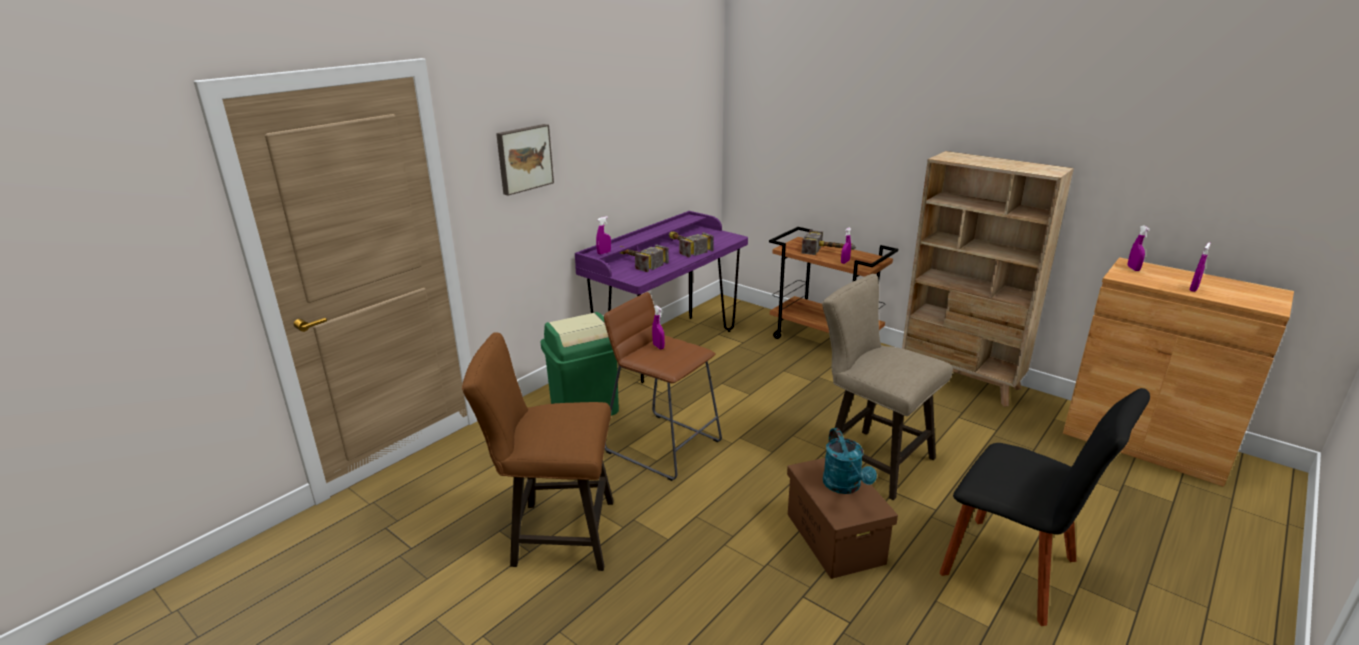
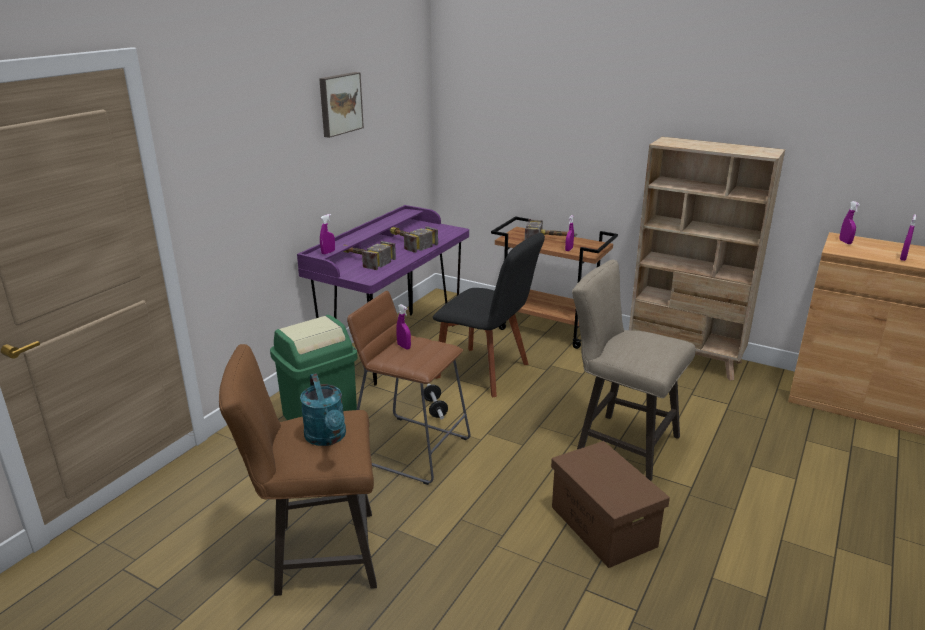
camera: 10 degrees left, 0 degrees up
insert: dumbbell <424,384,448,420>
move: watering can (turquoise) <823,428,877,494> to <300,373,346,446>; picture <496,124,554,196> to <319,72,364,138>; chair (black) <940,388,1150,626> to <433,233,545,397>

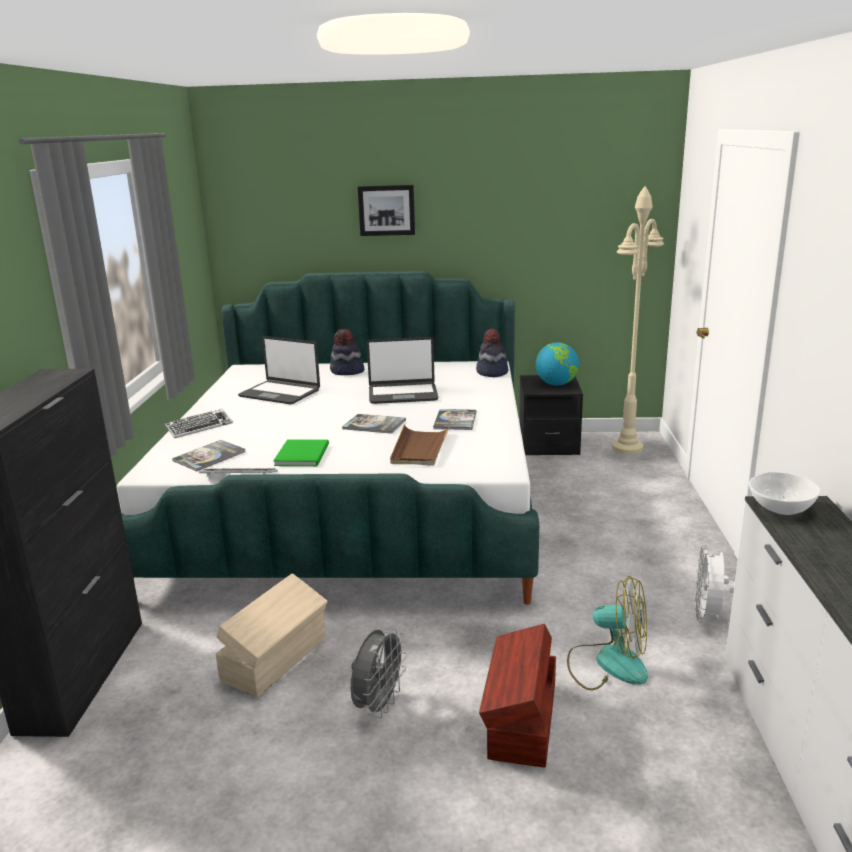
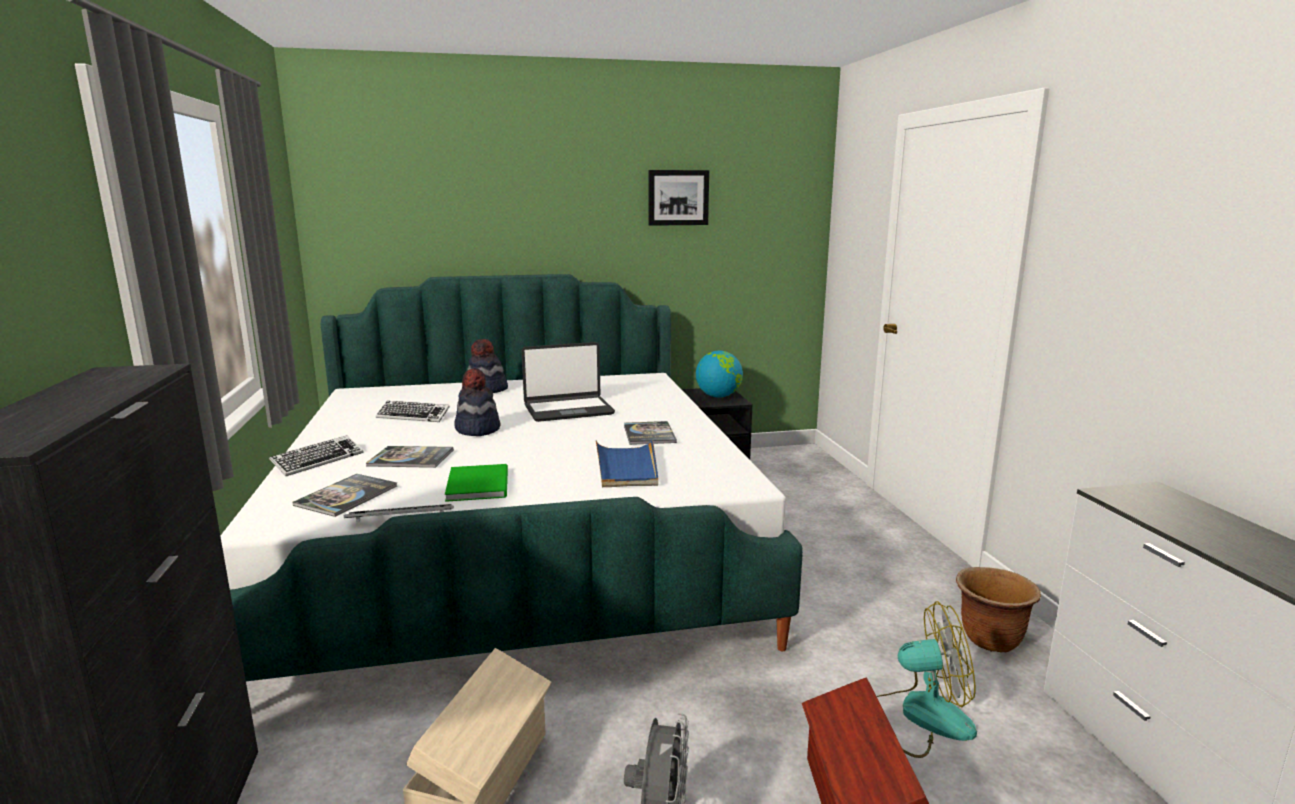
camera: 15 degrees left, 5 degrees down
delete: floor lamp (beige) <612,186,664,454>; bowl (white) <749,472,820,515>
move: book <342,414,406,434> to <366,446,454,468>; hat <476,328,509,377> to <454,368,501,436>; picture <358,185,415,236> to <648,170,709,226>
replace: laptop <238,336,320,404> to keyboard <376,401,450,422>; fan (white) <695,545,735,622> to planter (brown) <956,567,1041,652>
recolor: tray (brown) <390,424,450,466> to tray (blue) <596,439,658,487>

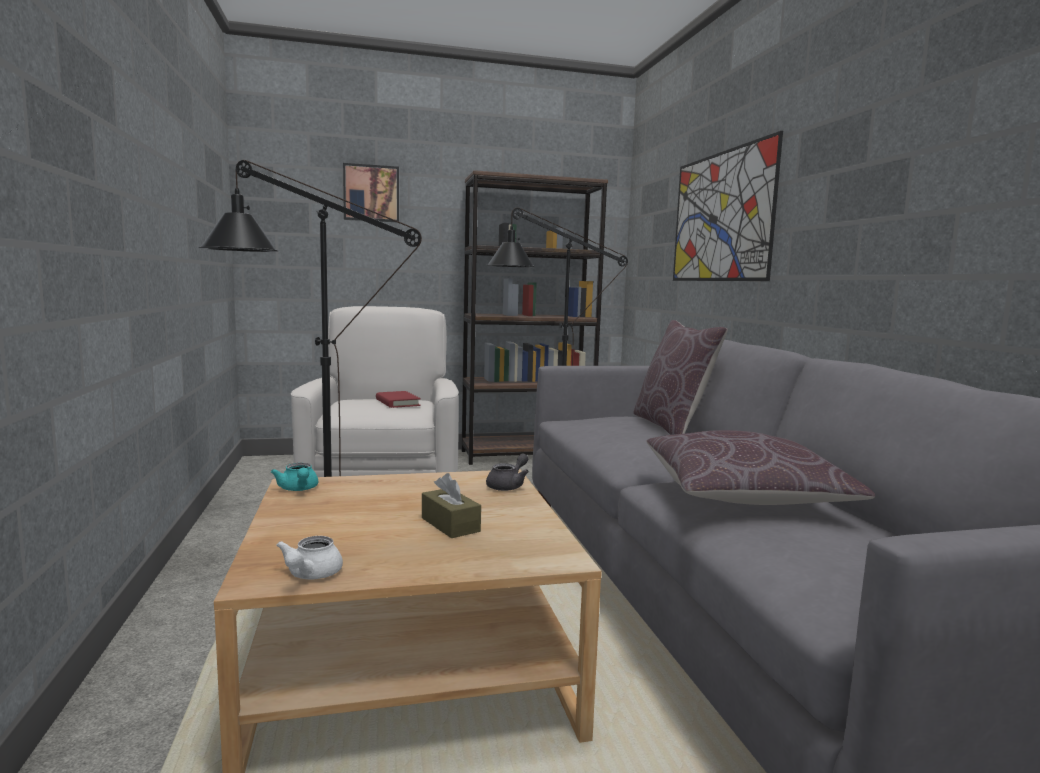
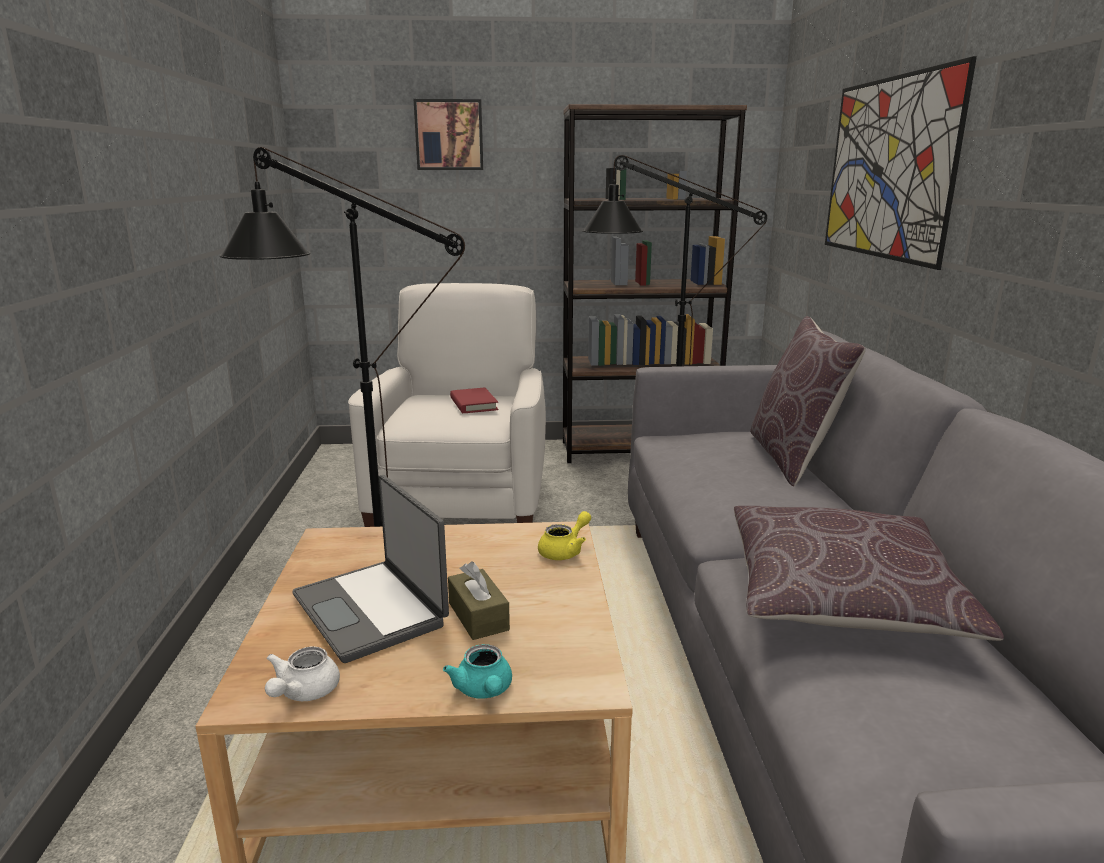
camera: 10 degrees right, 10 degrees up
insert: laptop <293,475,449,663>
move: teapot (turquoise) <271,463,318,491> to <443,644,512,698>
recolor: teapot (grey) <486,453,529,491> to teapot (yellow) <538,511,591,560>

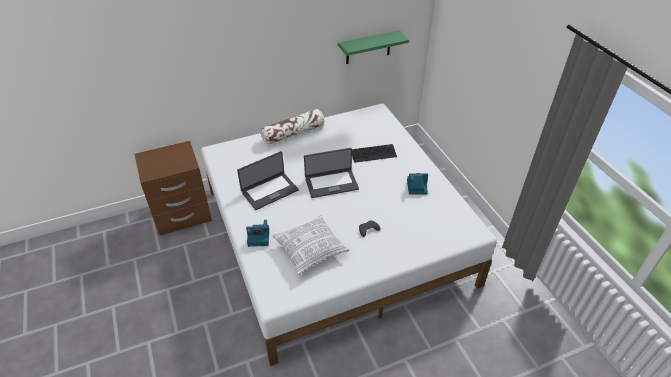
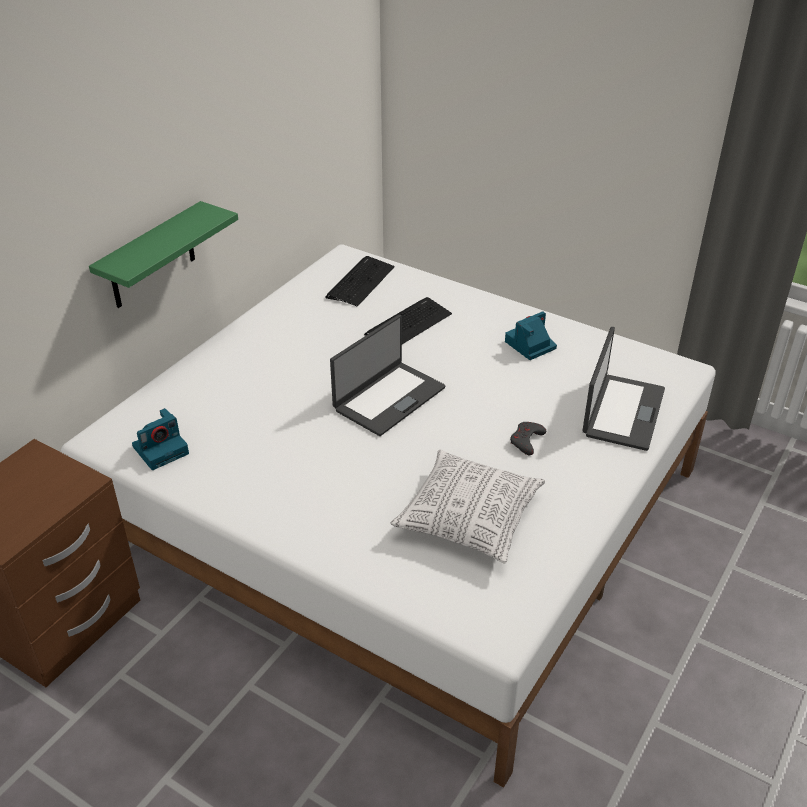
camera: 35 degrees left, 5 degrees down
delete: pillow <261,109,324,145>
insert: keyboard <325,256,395,307>
move: shelf (green) <338,30,409,64> to <89,201,238,308>; photo camera <246,220,269,247> to <132,408,189,470>; laptop <237,151,299,210> to <582,327,665,451>

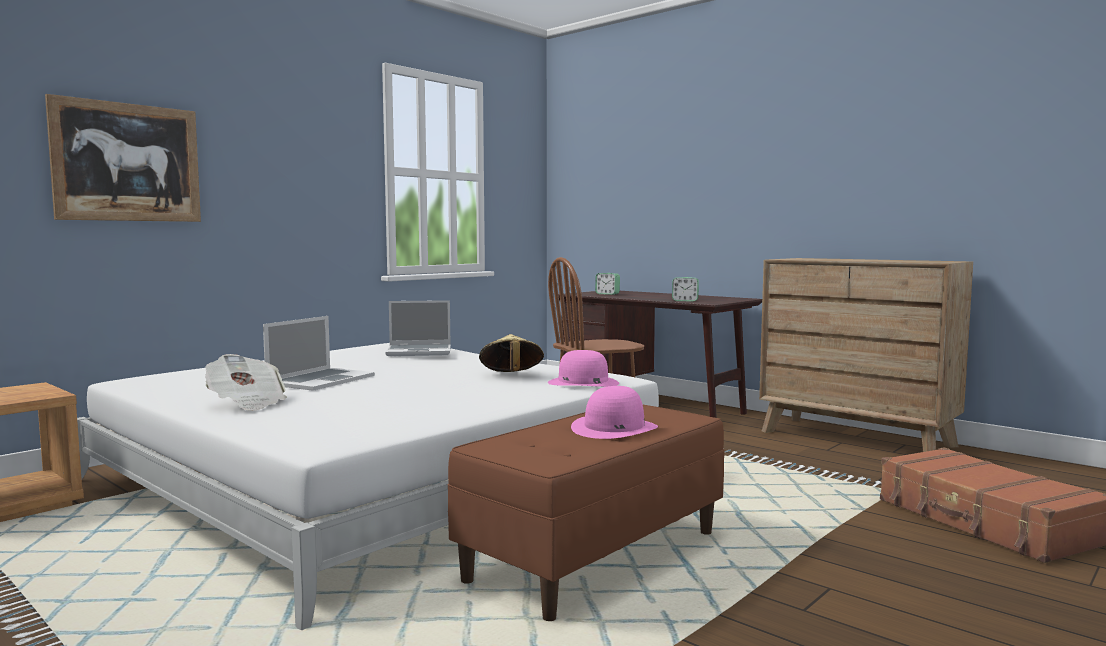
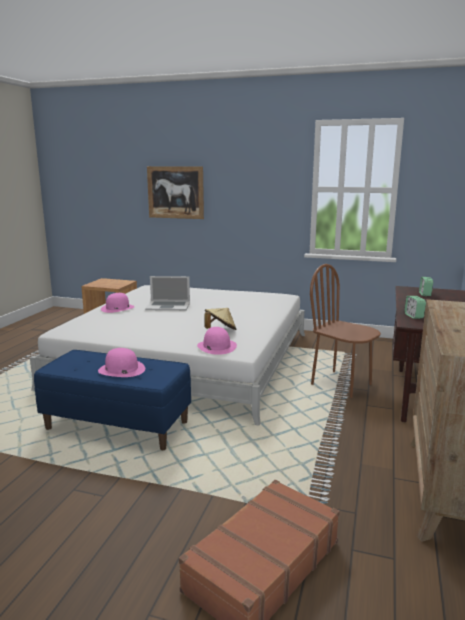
camera: 65 degrees right, 10 degrees up
delete: laptop <385,300,451,356>
replace: newspaper <205,354,287,411> to hat (pink) <101,293,134,313>
recolor: bench (brown) <447,405,725,621> to bench (blue) <34,350,191,450>

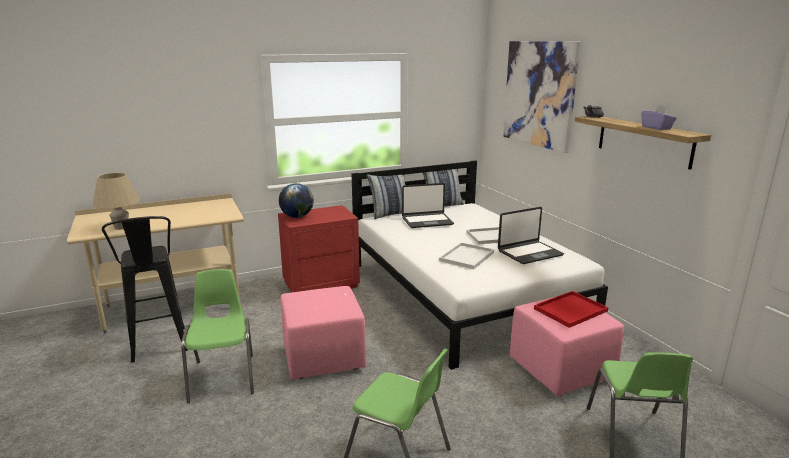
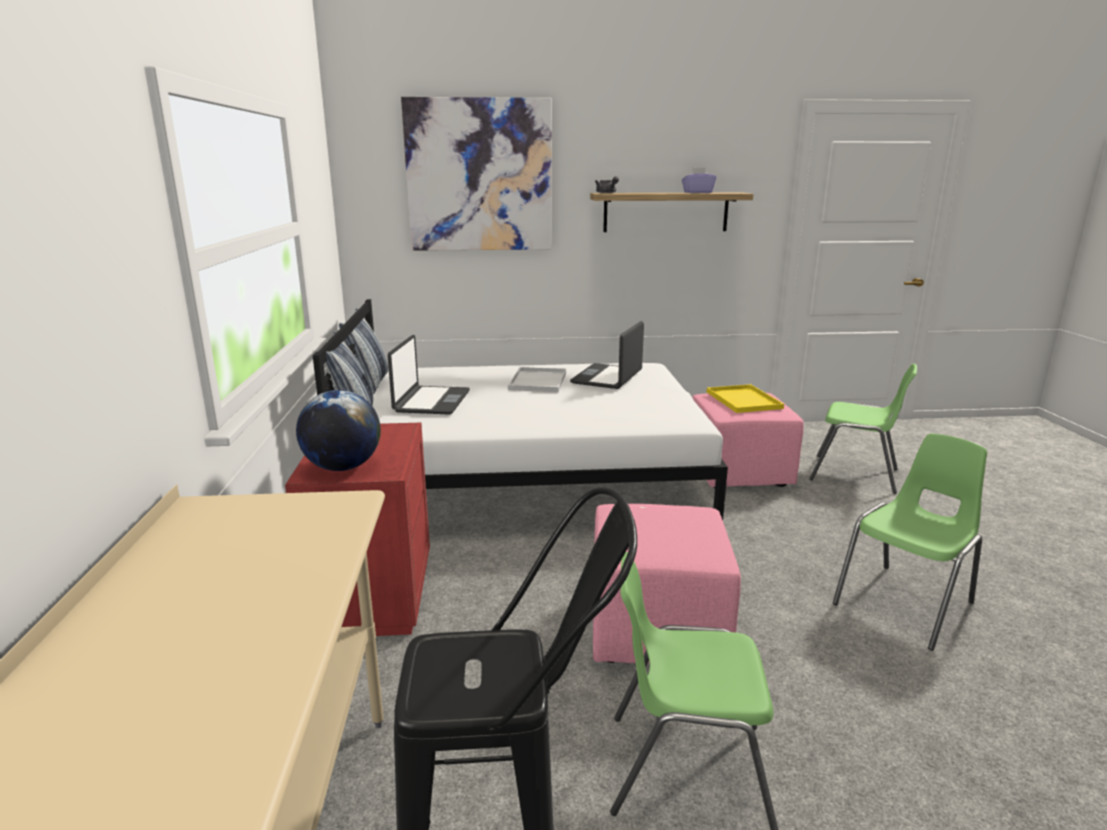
camera: 70 degrees left, 0 degrees up
delete: table lamp (beige) <93,173,140,230>; tray (white) <439,242,494,269>
recolor: tray (red) <534,291,609,328> to tray (yellow) <707,384,784,413>
rotate: laptop <498,207,564,264> = <570,321,644,389> 150 degrees counterclockwise

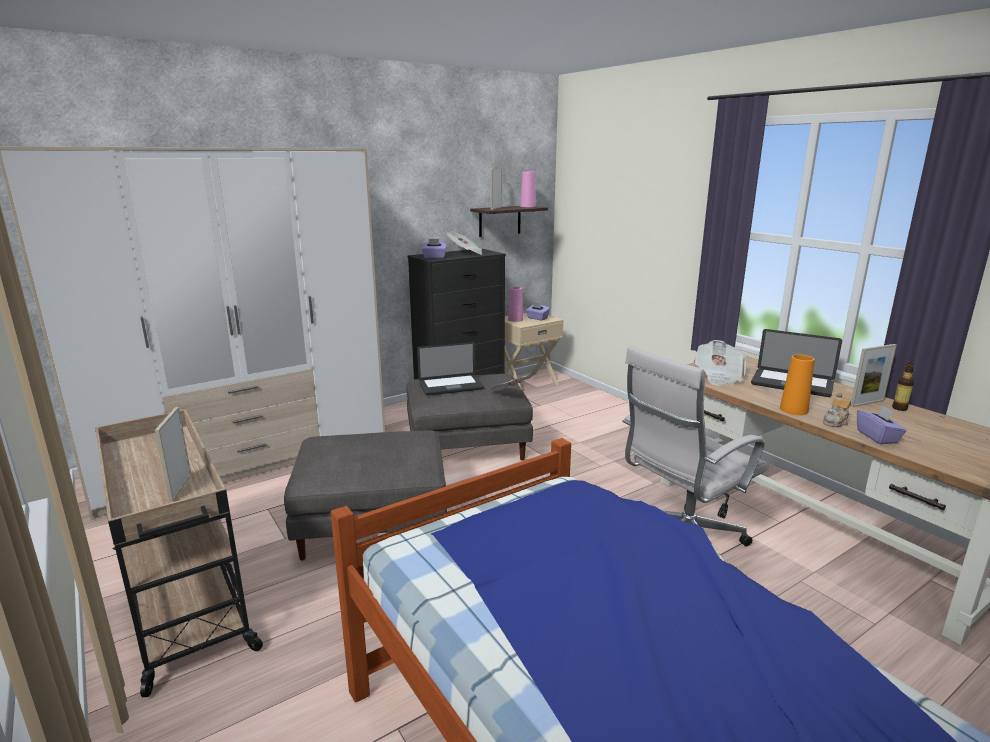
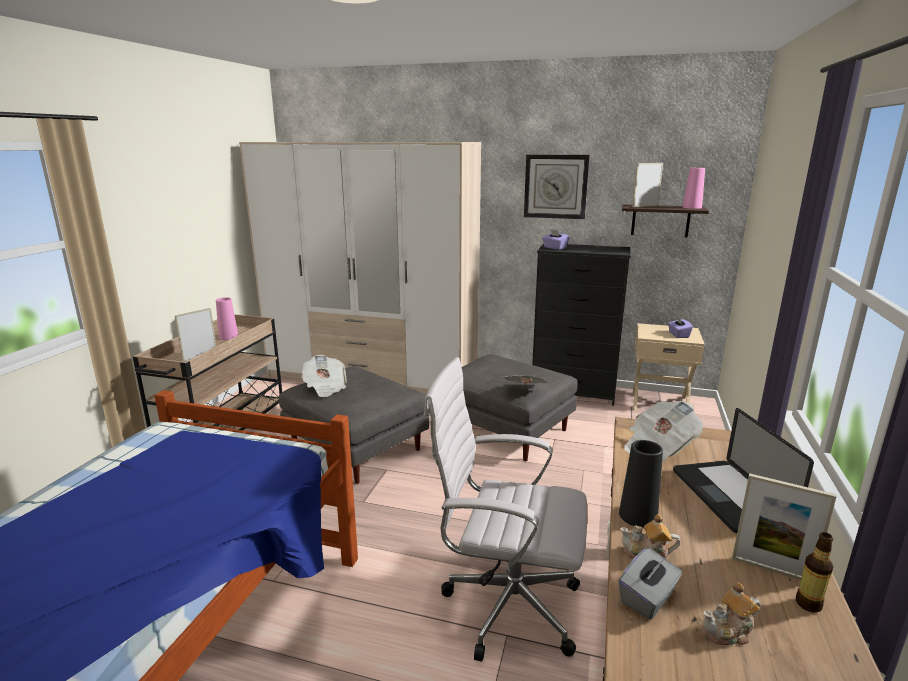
camera: 50 degrees right, 0 degrees up
delete: laptop <417,342,484,395>
insert: wall clock <524,154,590,219>; teapot <702,582,761,645>
move: vase (pink) <508,287,523,322> to <216,297,238,340>; newspaper <446,230,482,255> to <301,355,347,397>
recolor: vase (orange) <780,355,815,415> to vase (black) <619,440,663,528>; tissue box (purple) <857,405,906,444> to tissue box (grey) <619,547,682,619>

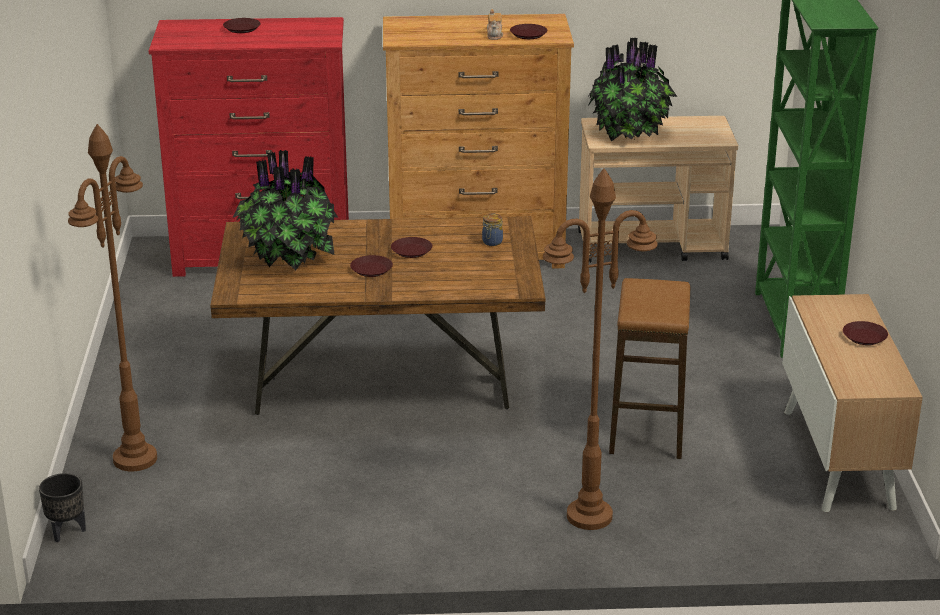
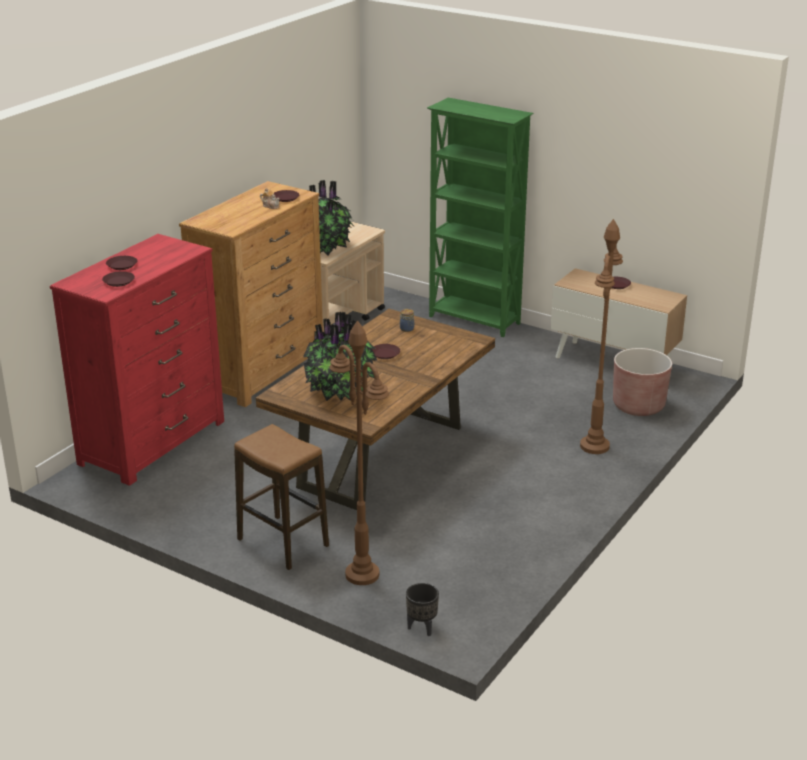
camera: 55 degrees left, 0 degrees up
insert: planter (brown) <613,348,672,416>
move: plate (brown) <350,255,393,277> to <102,271,135,287>; stool <609,278,690,459> to <234,424,329,570>

